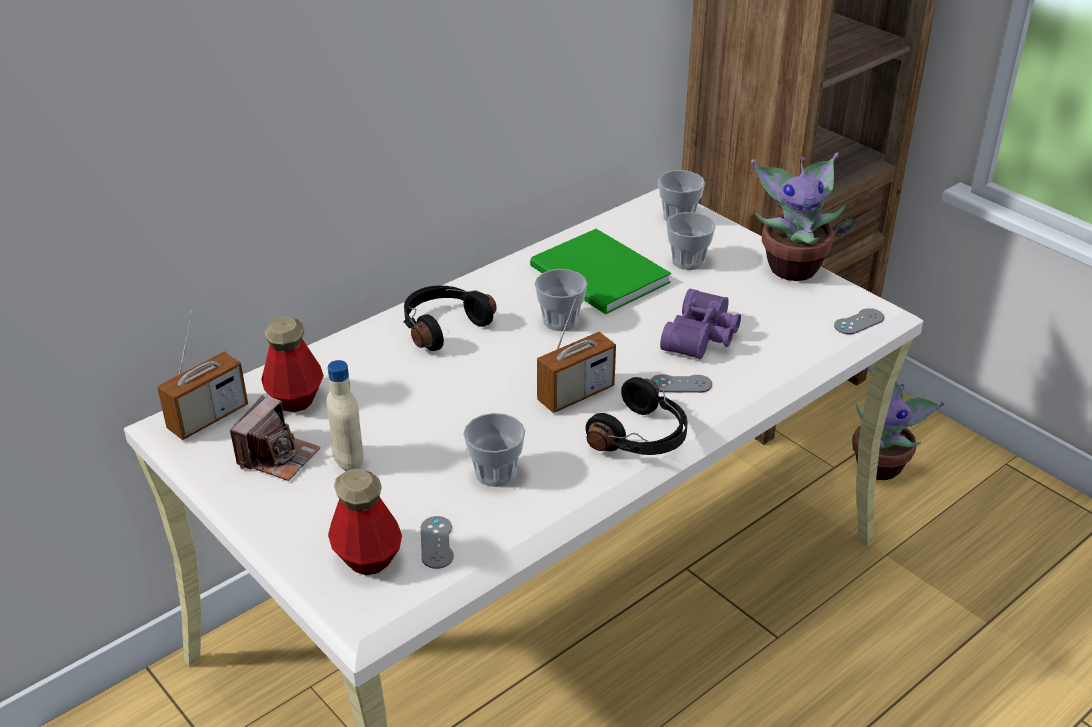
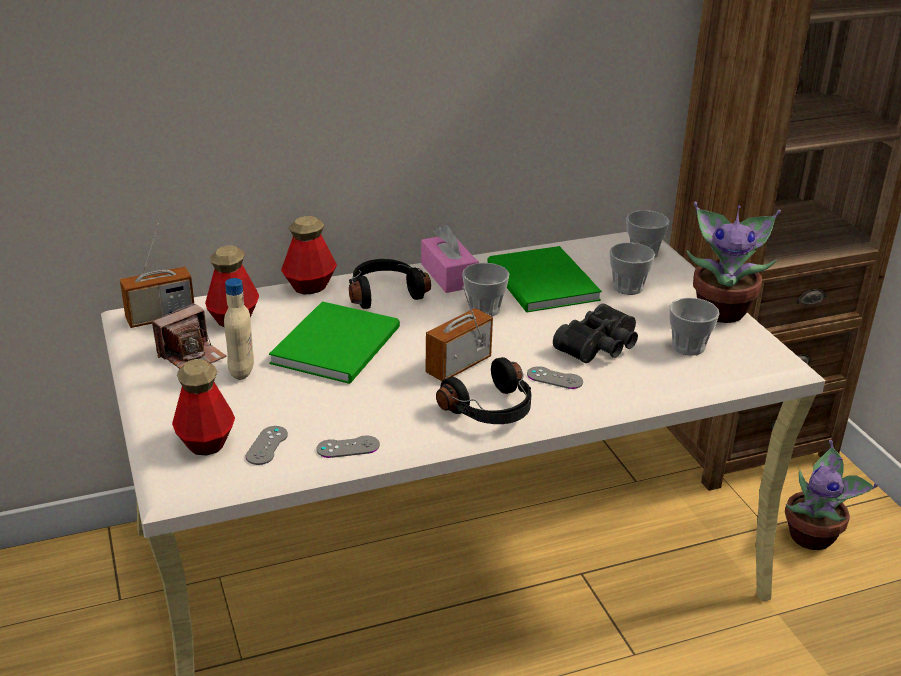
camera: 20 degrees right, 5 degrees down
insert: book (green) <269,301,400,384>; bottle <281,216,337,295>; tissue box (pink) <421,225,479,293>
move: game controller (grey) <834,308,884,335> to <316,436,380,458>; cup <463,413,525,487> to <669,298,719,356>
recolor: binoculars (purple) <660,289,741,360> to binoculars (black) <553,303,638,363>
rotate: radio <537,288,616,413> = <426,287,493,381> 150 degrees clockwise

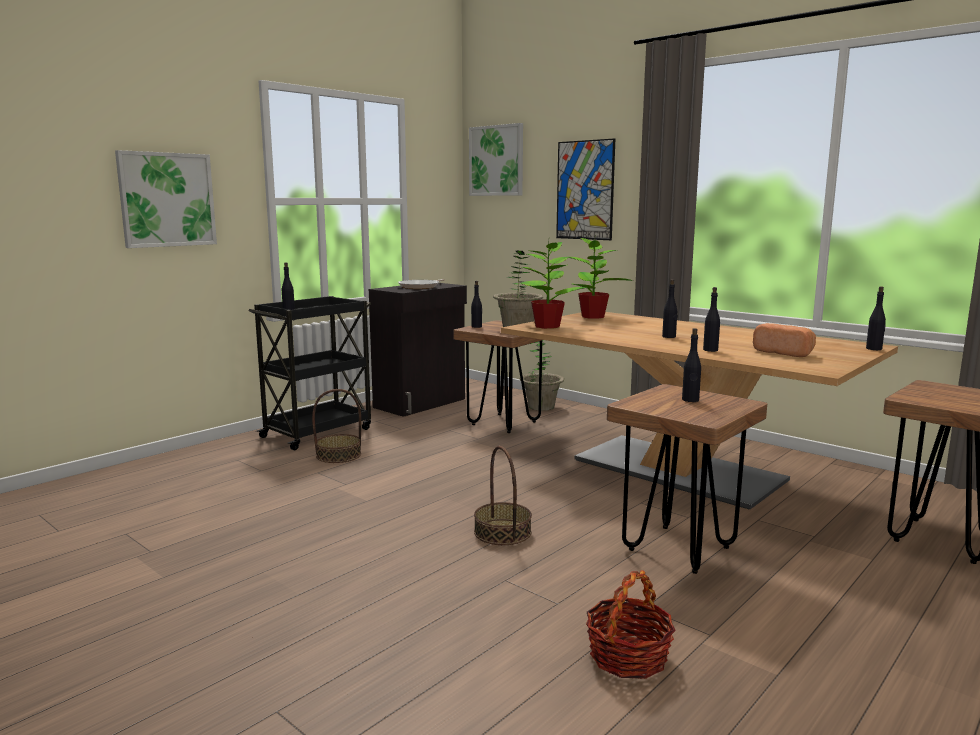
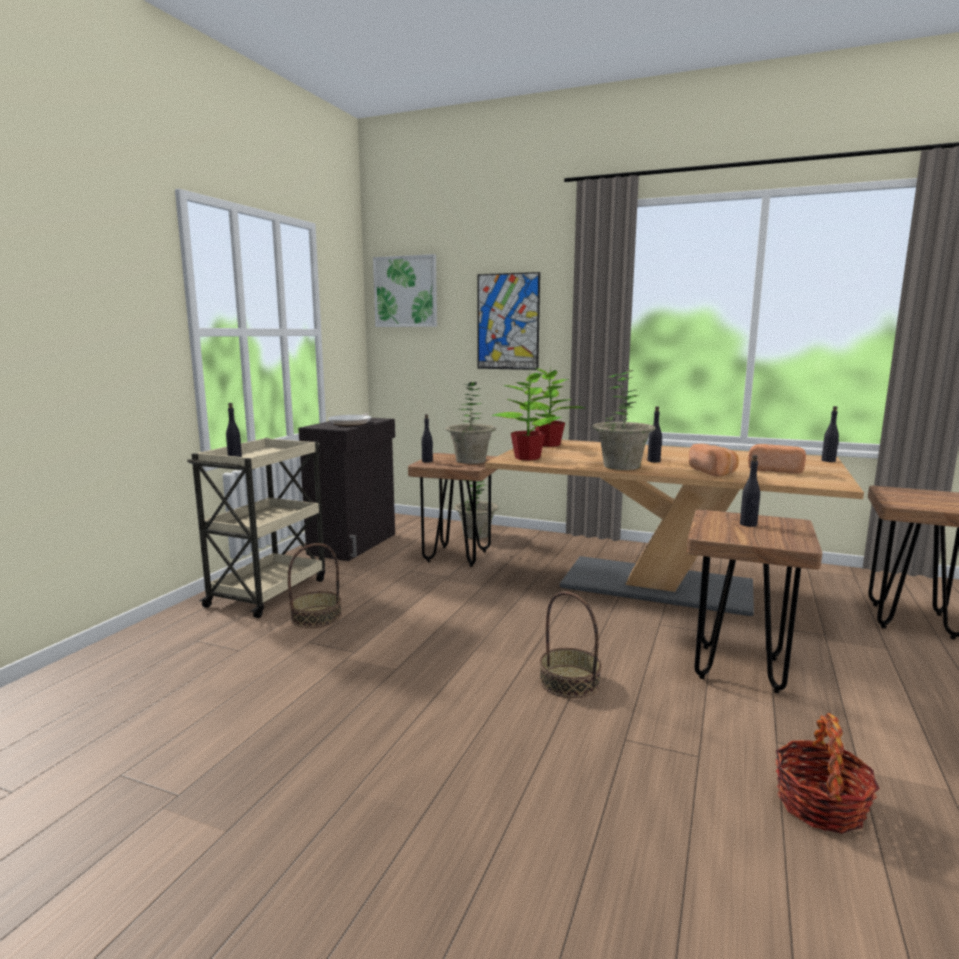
camera: 20 degrees left, 0 degrees up
delete: picture <115,150,217,248>
insert: potted plant <593,370,656,470>
replace: bottle (black) <703,287,720,352> to bread <689,444,739,477>
recolor: cart (black) <248,296,371,450> to cart (beige) <187,438,325,618>

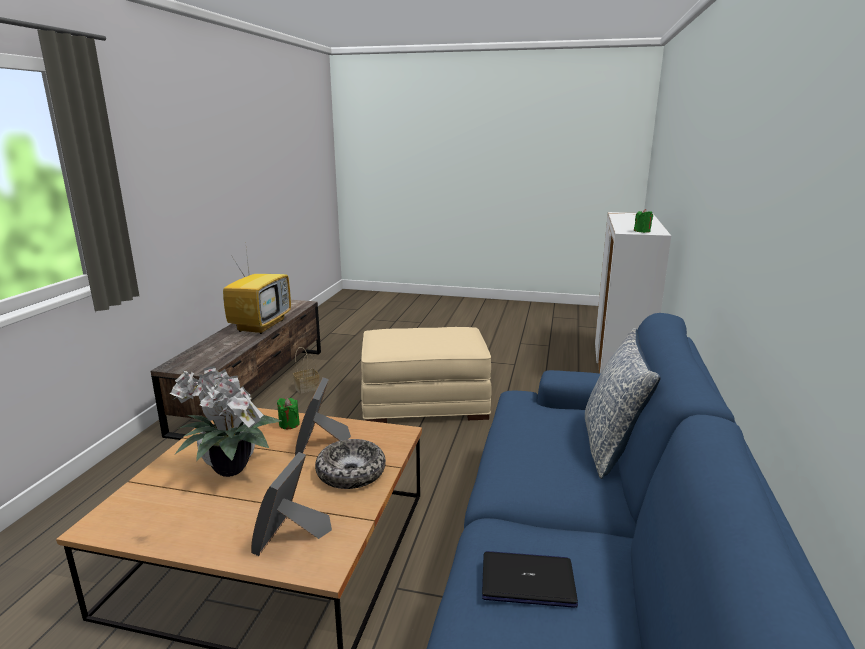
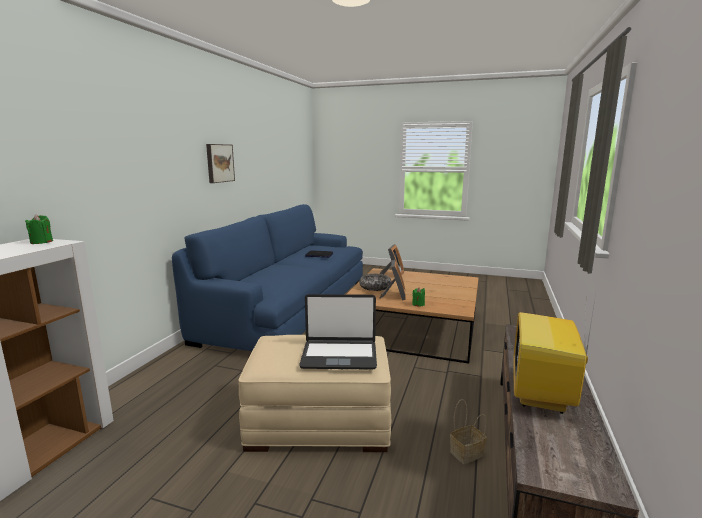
camera: 175 degrees left, 5 degrees down
delete: potted plant <170,366,282,477>; pillow <585,328,661,479>
insert: picture <206,144,235,183>; laptop <299,294,377,370>

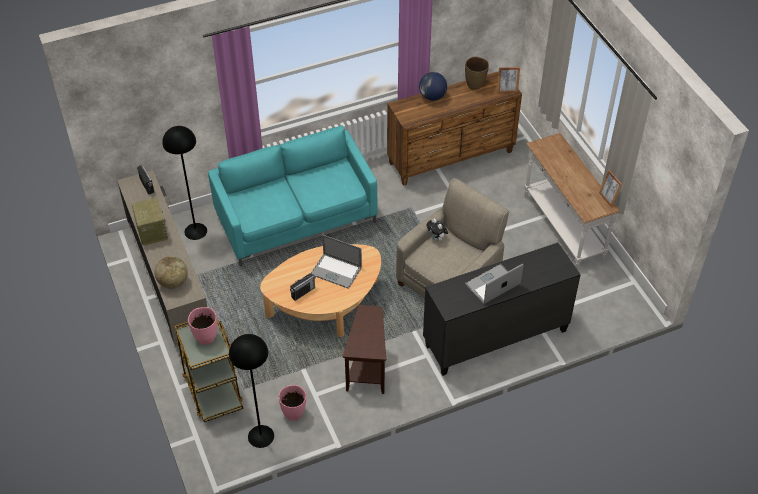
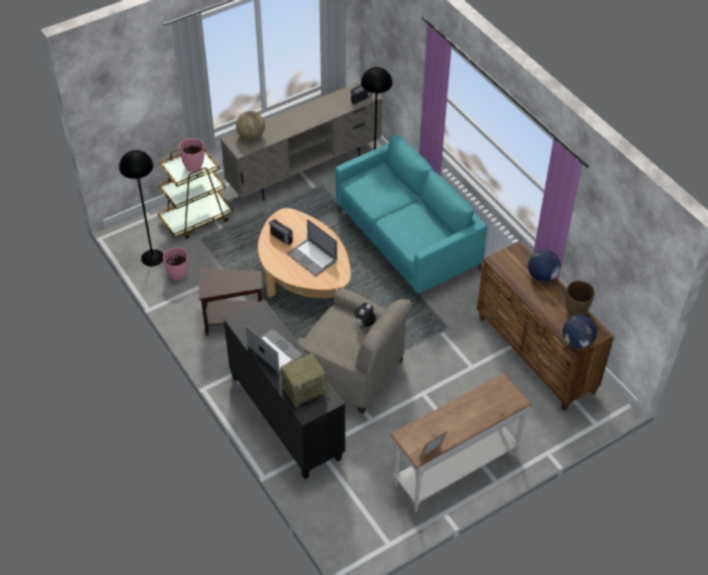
camera: 80 degrees right, 0 degrees up
move: radio <131,198,168,246> to <281,353,329,407>
replace: picture frame <497,67,520,93> to globe <563,315,597,348>
rotate: laptop <311,235,362,289> = <287,219,337,276> 60 degrees counterclockwise

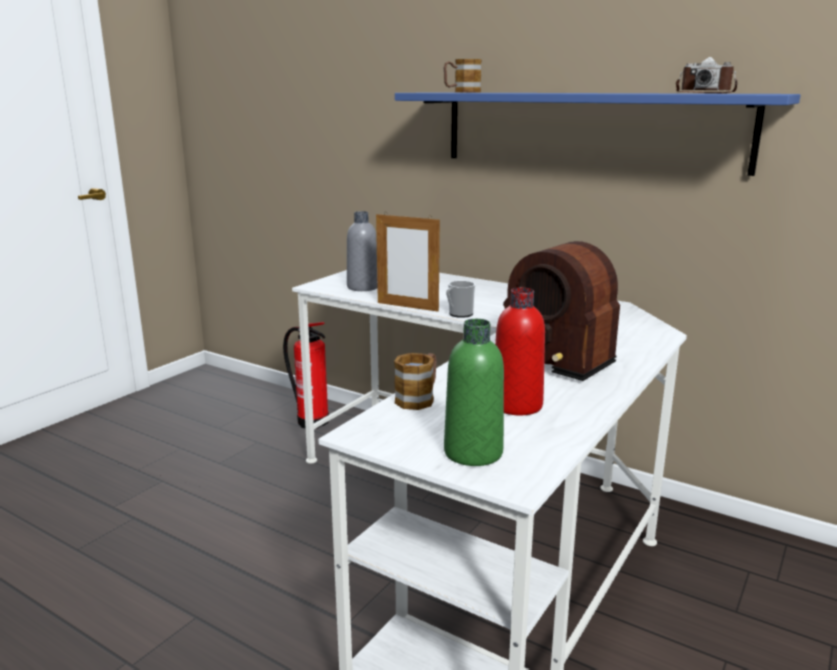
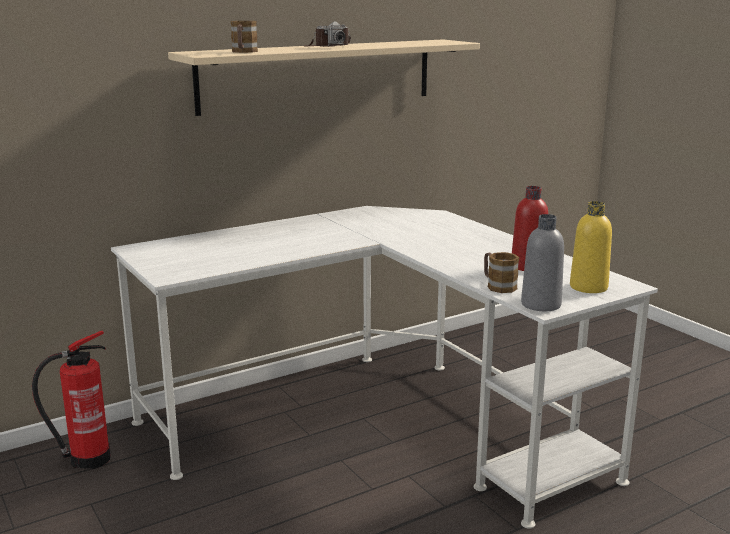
camera: 65 degrees left, 0 degrees up
delete: picture frame <376,212,440,312>; mug <446,281,475,318>; radio <503,241,620,381>
move: photo camera <676,57,737,93> to <305,21,351,47>; bottle (grey) <347,211,378,291> to <521,214,564,311>
recolor: shelf (blue) <395,92,801,176> to shelf (beige) <168,39,480,116>; bottle (green) <444,319,504,466> to bottle (yellow) <570,201,612,293>

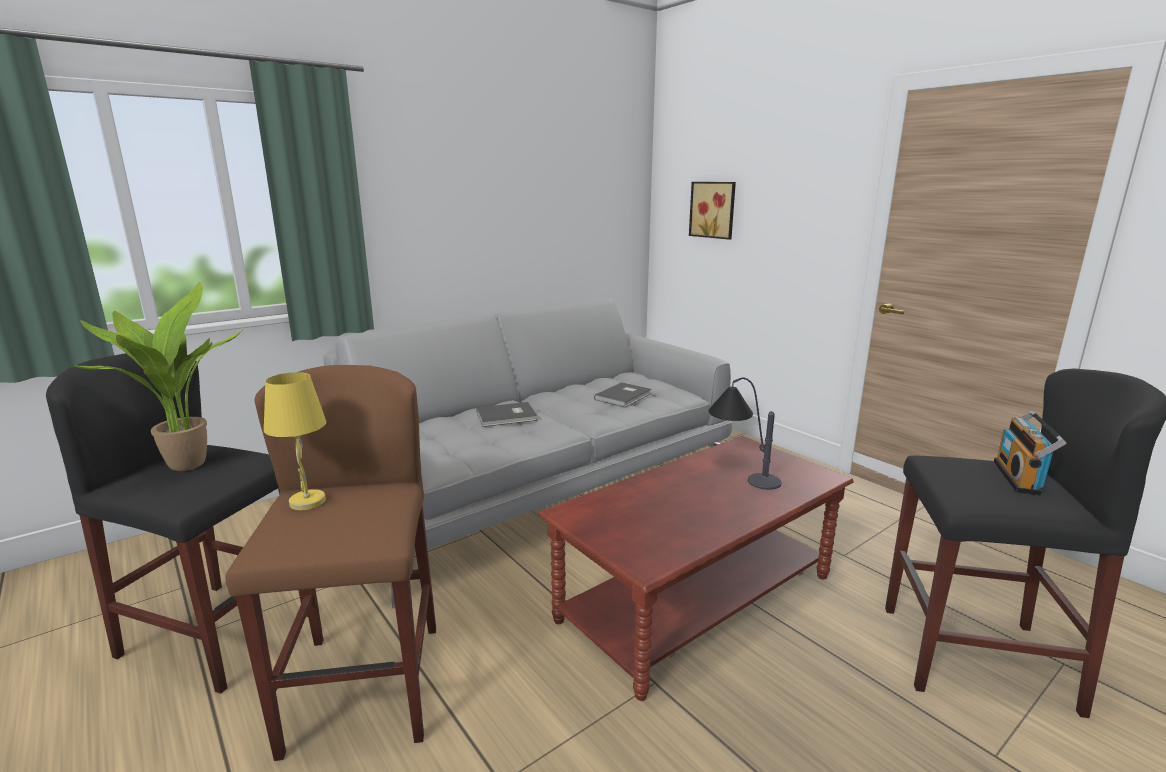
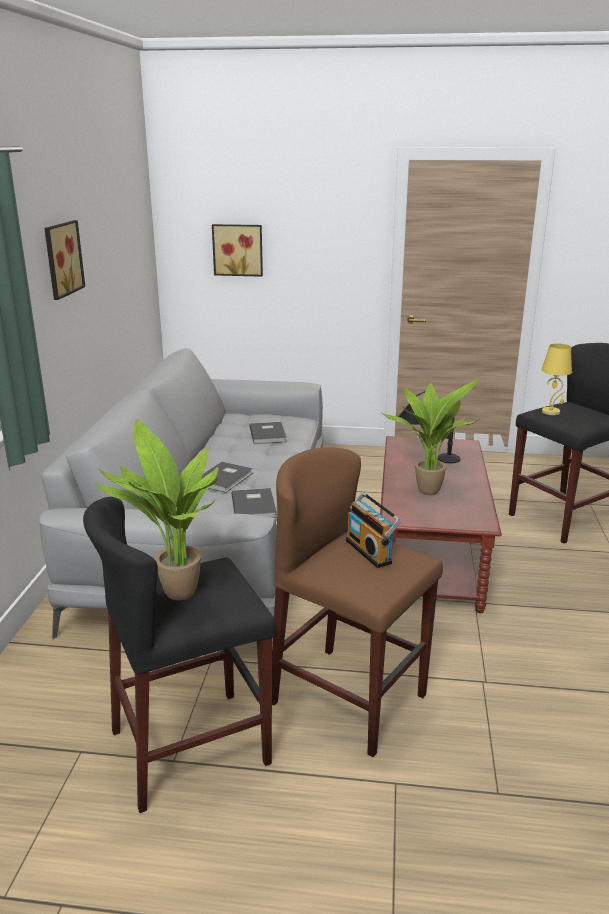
camera: 45 degrees left, 5 degrees up
insert: picture <44,220,85,300>; book (grey) <231,488,277,518>; potted plant <381,378,479,495>
move: radio <994,411,1066,495> to <346,492,401,568>; table lamp (yellow) <264,372,326,510> to <542,344,572,415>

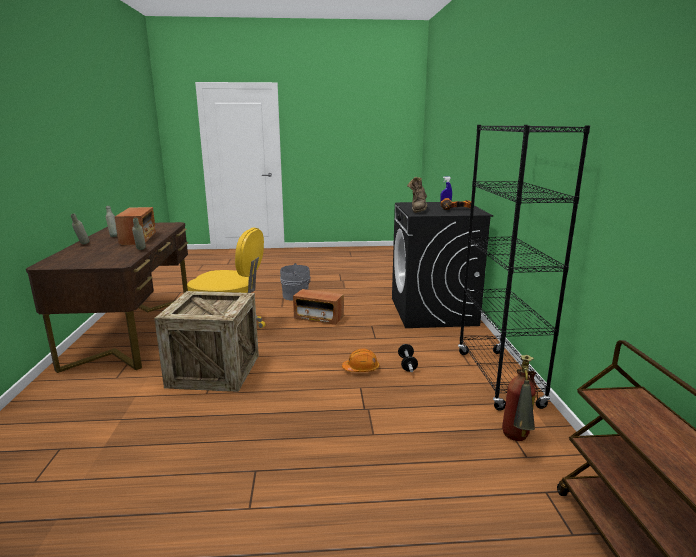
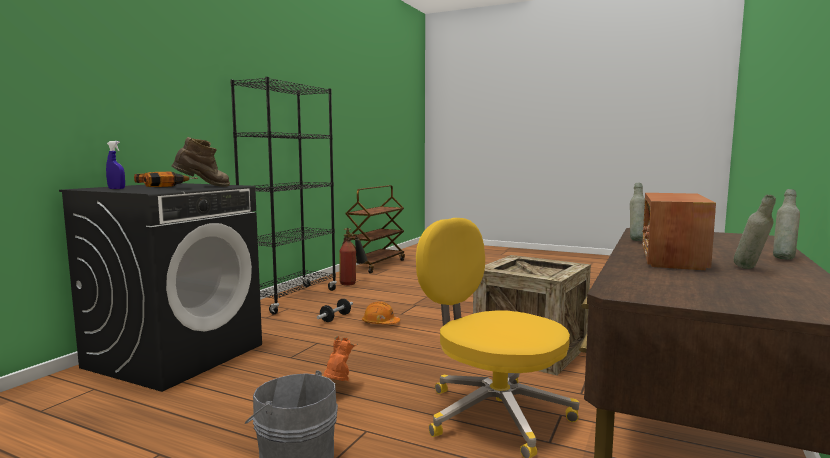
camera: 150 degrees left, 10 degrees down
replace: radio <293,289,344,325> to boot (orange) <324,336,358,381>

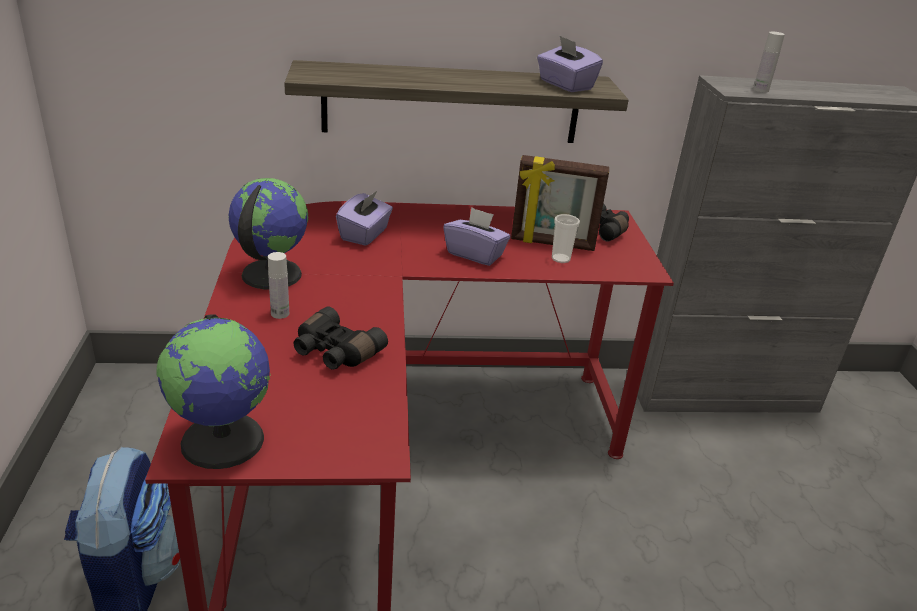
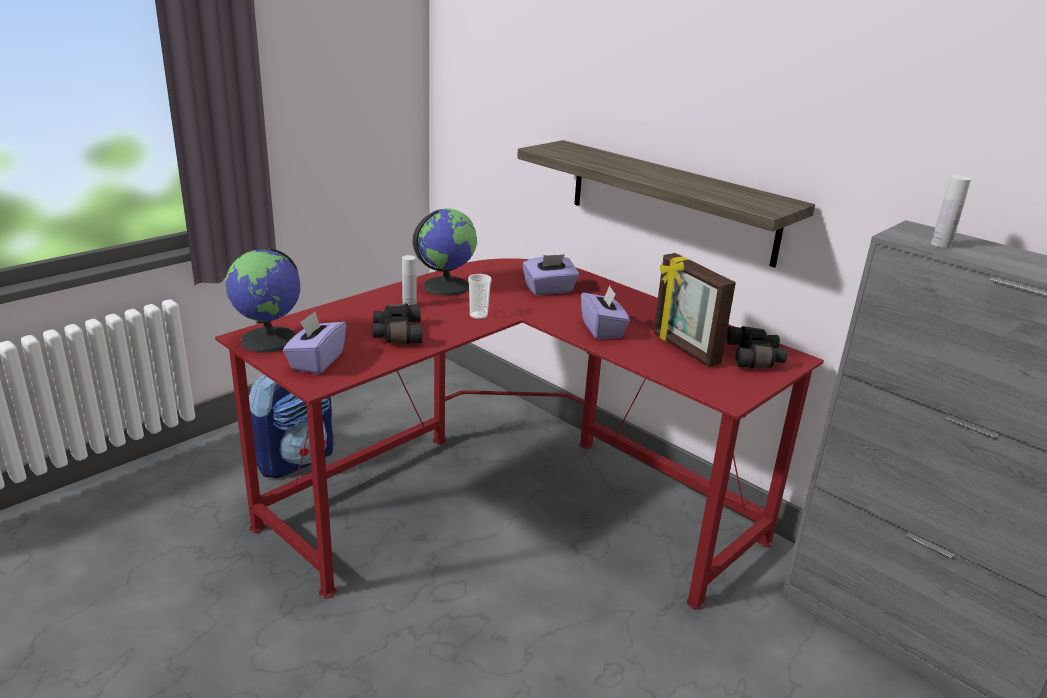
camera: 50 degrees right, 5 degrees down
move: tissue box (purple) <537,36,603,92> to <283,311,346,374>; cup <552,214,580,263> to <468,274,492,319>

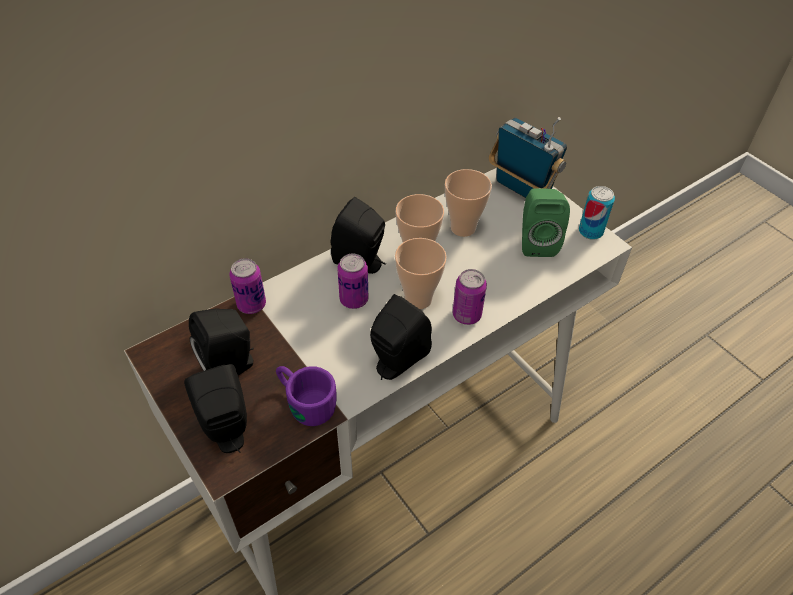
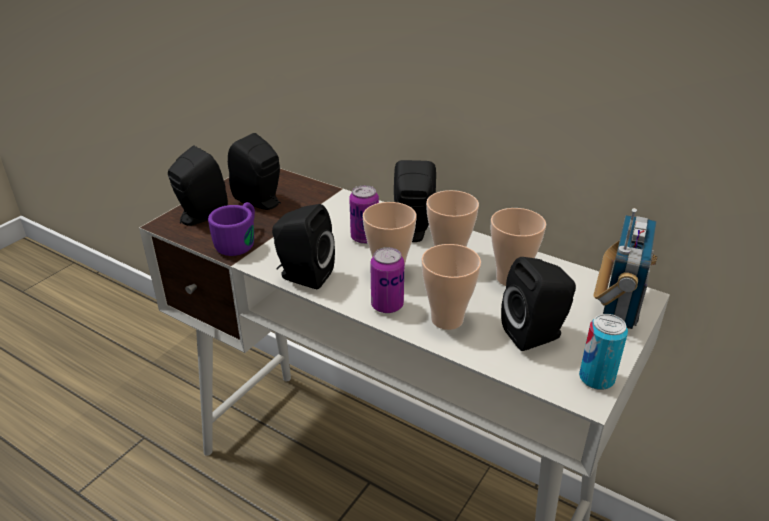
camera: 70 degrees right, 15 degrees down
delete: can <229,258,266,314>
insert: cup <421,244,481,330>
recolor: speaker (green) <522,188,570,257> to speaker (black) <501,257,576,351>

